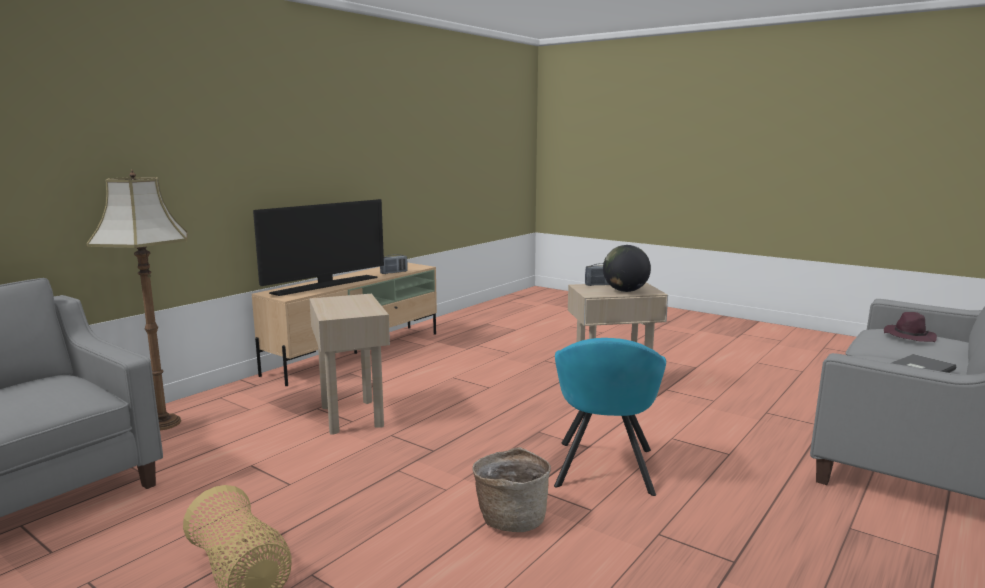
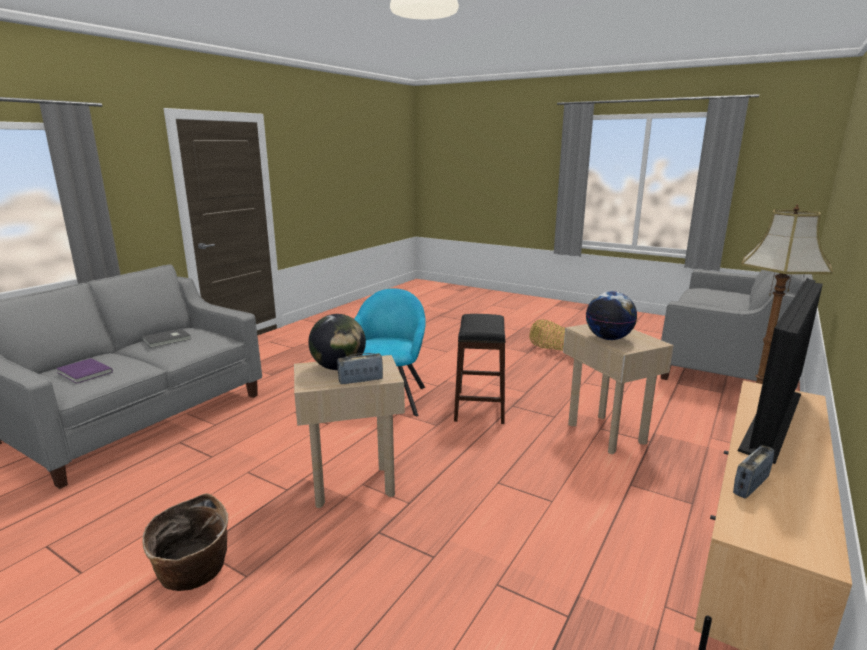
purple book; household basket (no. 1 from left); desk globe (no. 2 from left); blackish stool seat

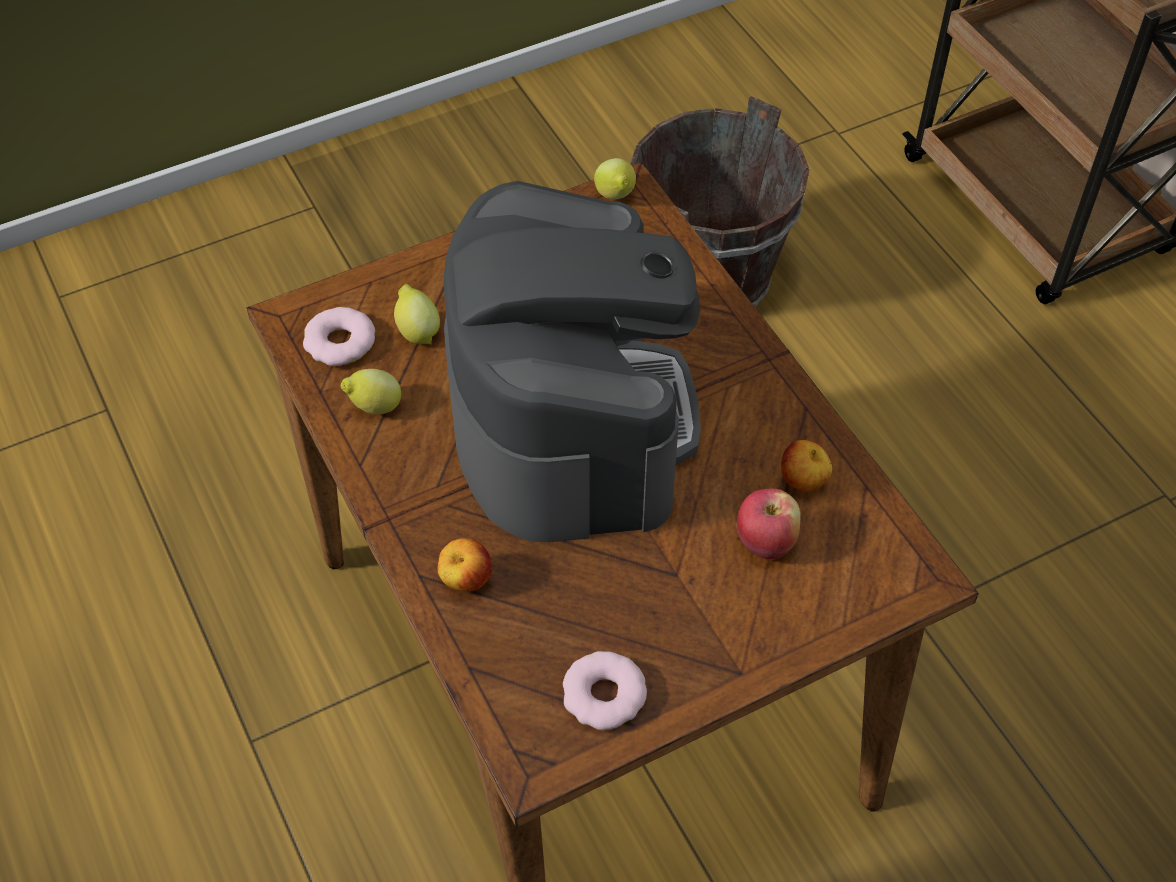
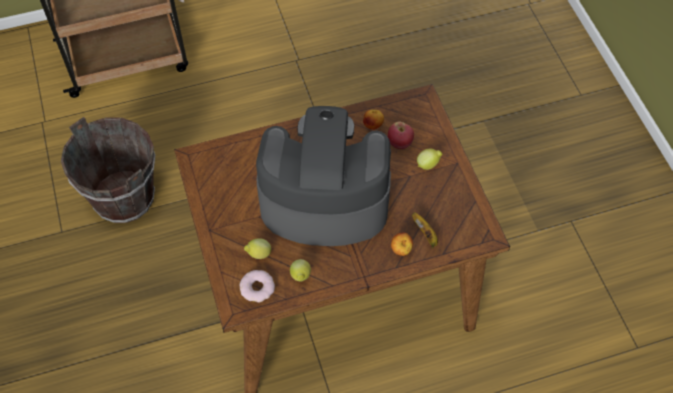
lemon (no. 3 from left); ring doughnut (no. 2 from left in the first image); banana fruit

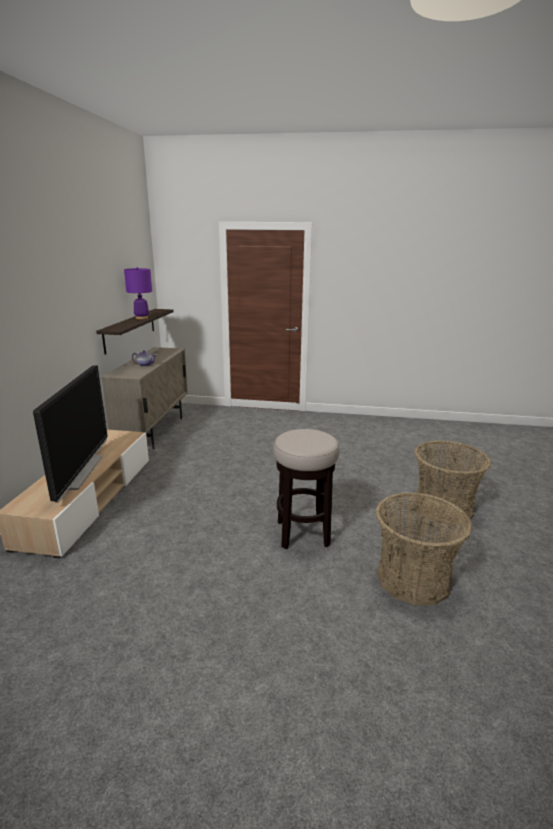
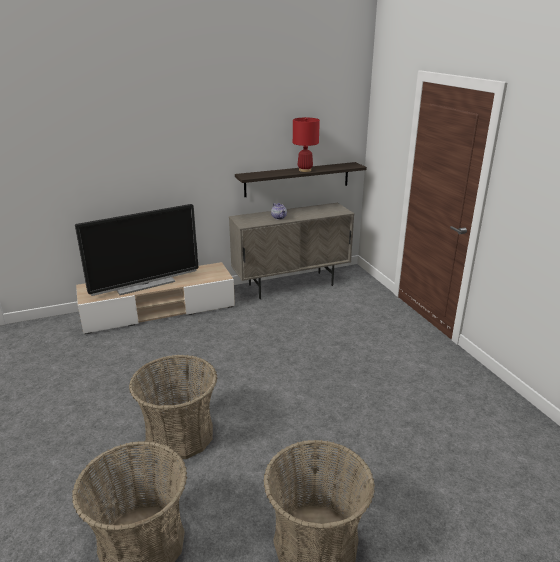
red tabletop lamp; household basket (no. 2 from left)

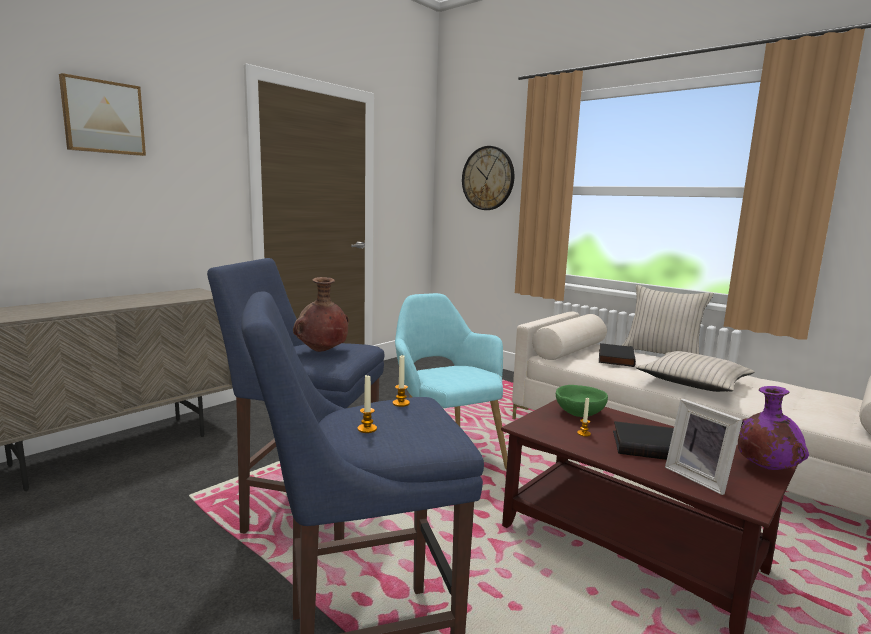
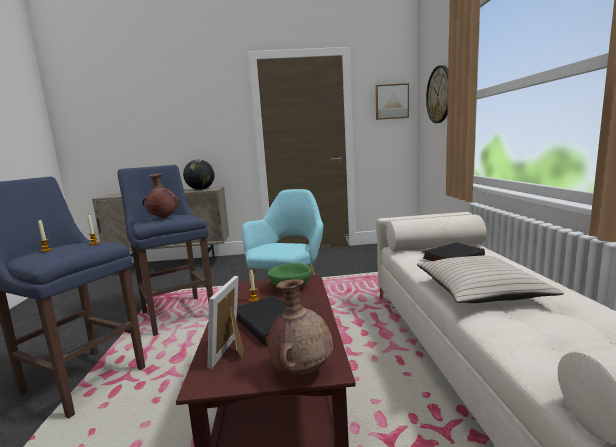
wall picture; beige pillow (no. 1 from left in the first image); brown decorative vase (no. 2 from left); desk globe

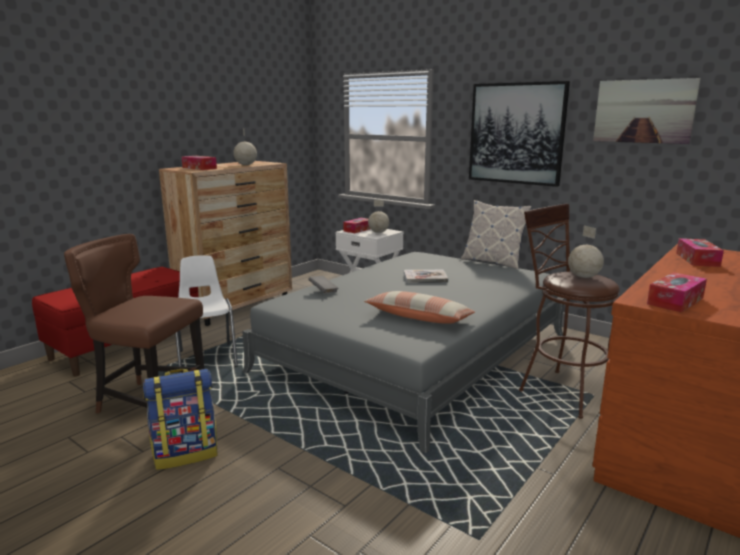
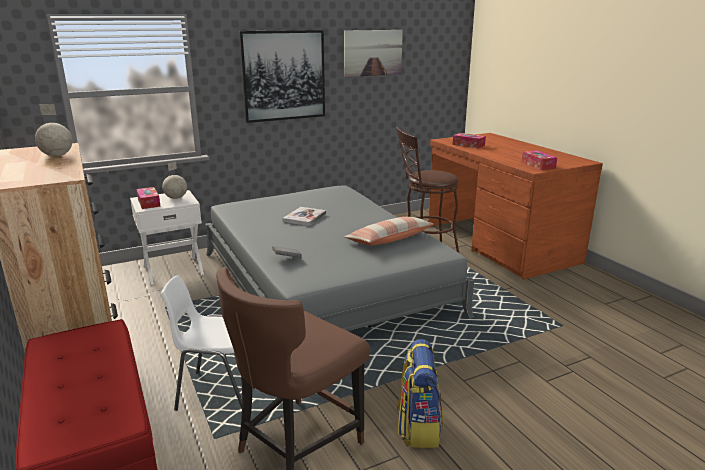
box of tissues (no. 1 from left in the first image); pillow (no. 2 from left in the first image); desk globe (no. 3 from left in the first image)

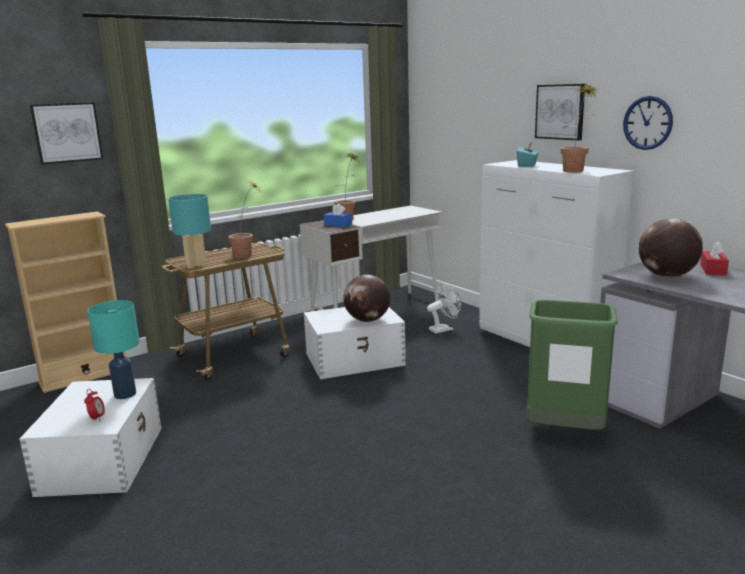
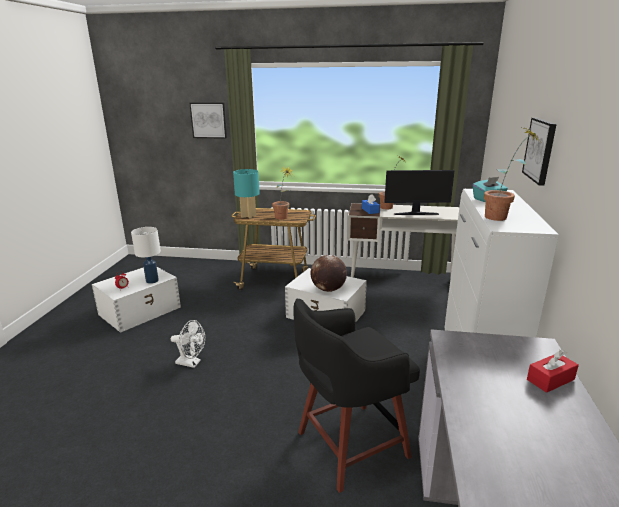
hanging clock; beige bookcase; desk globe (no. 2 from left in the first image); white-coloured fan; white-coloured tabletop lamp; blackish stool seat; computer display

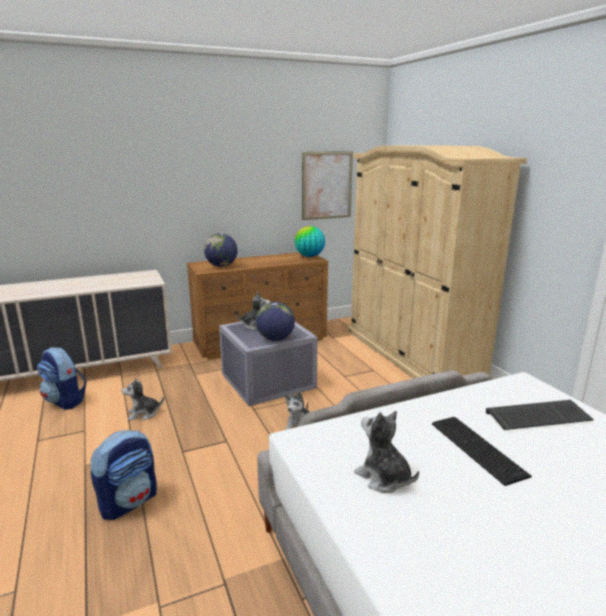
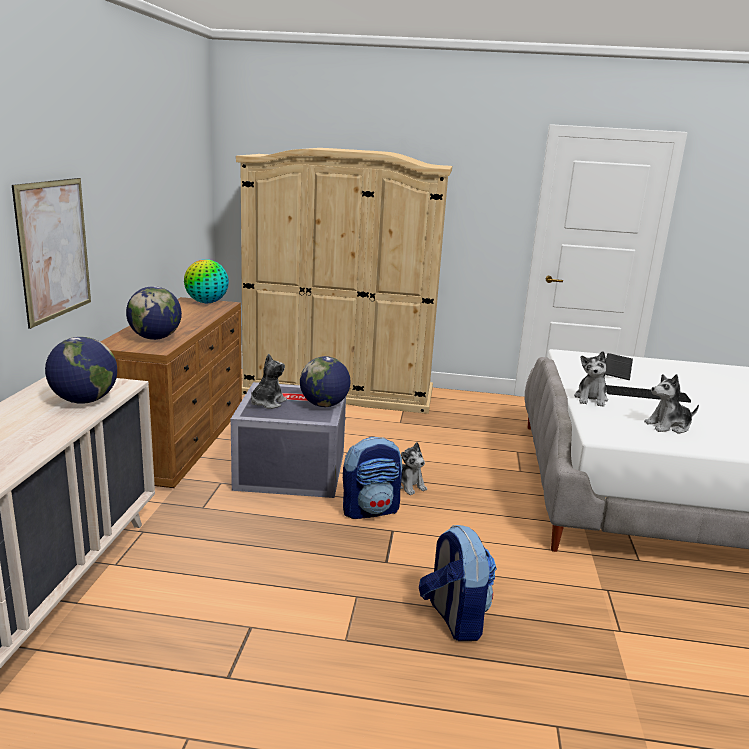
wall picture; rucksack (no. 1 from left); soft toy (no. 3 from left); desk globe (no. 1 from left)

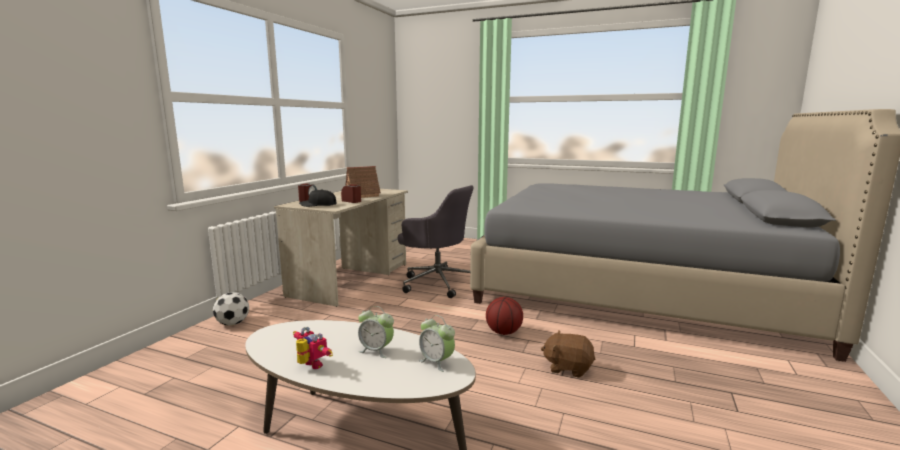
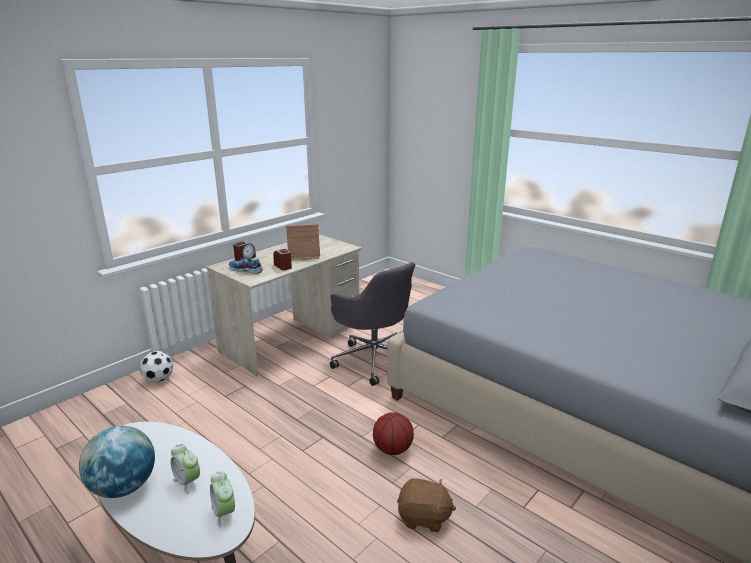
item of footwear; desk globe; brown soft toy

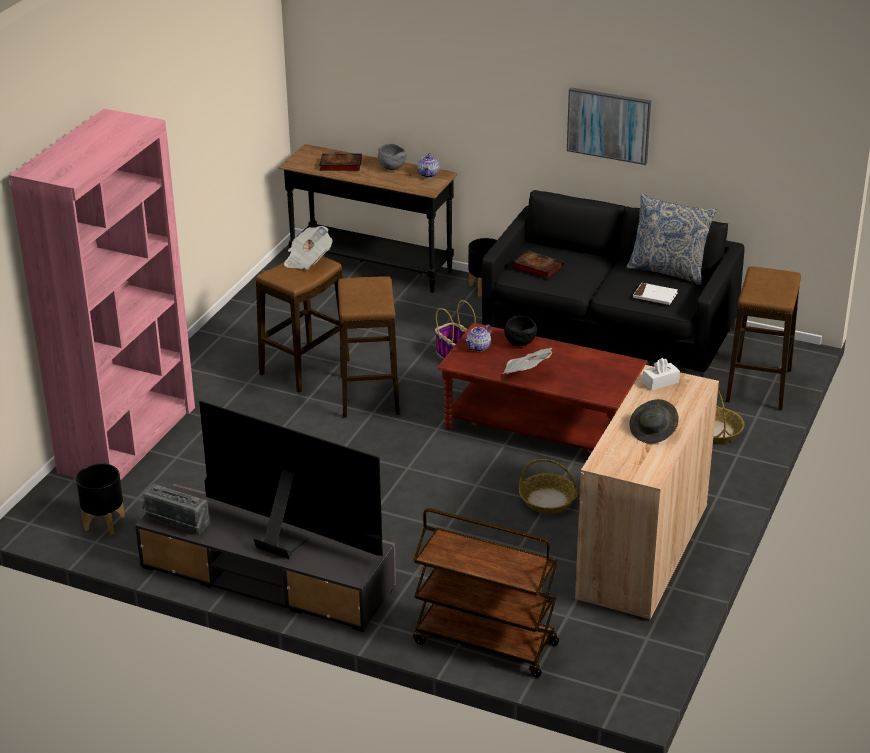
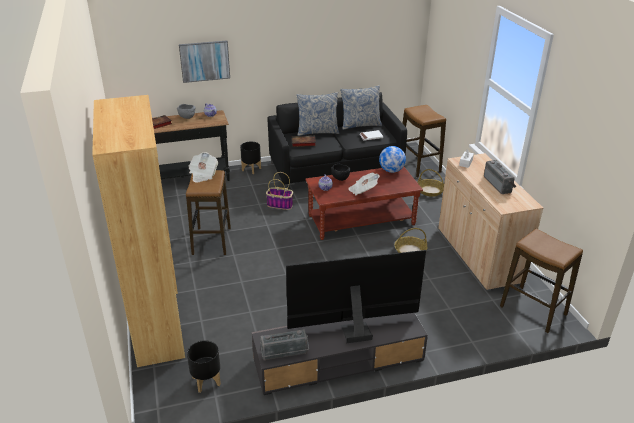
wall picture; brown bookcase; stool seat (no. 3 from left); radio set (no. 2 from left); brown trolley; pillow (no. 1 from left); desk globe

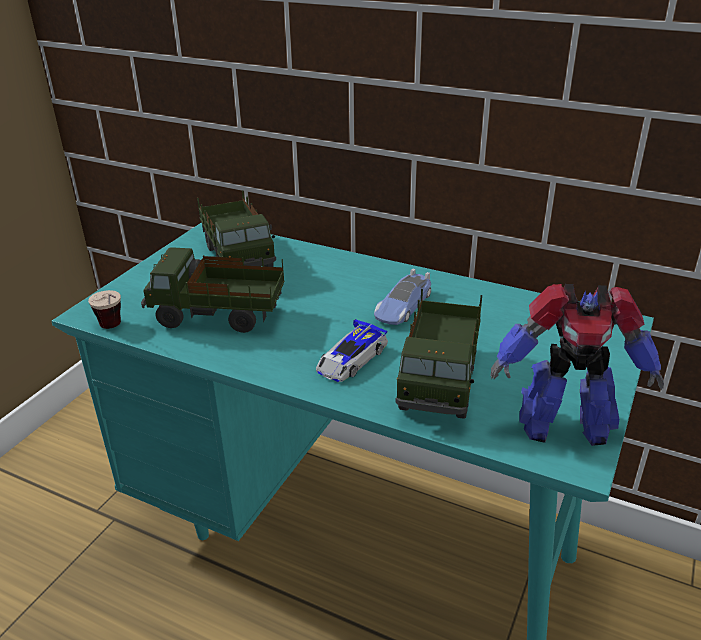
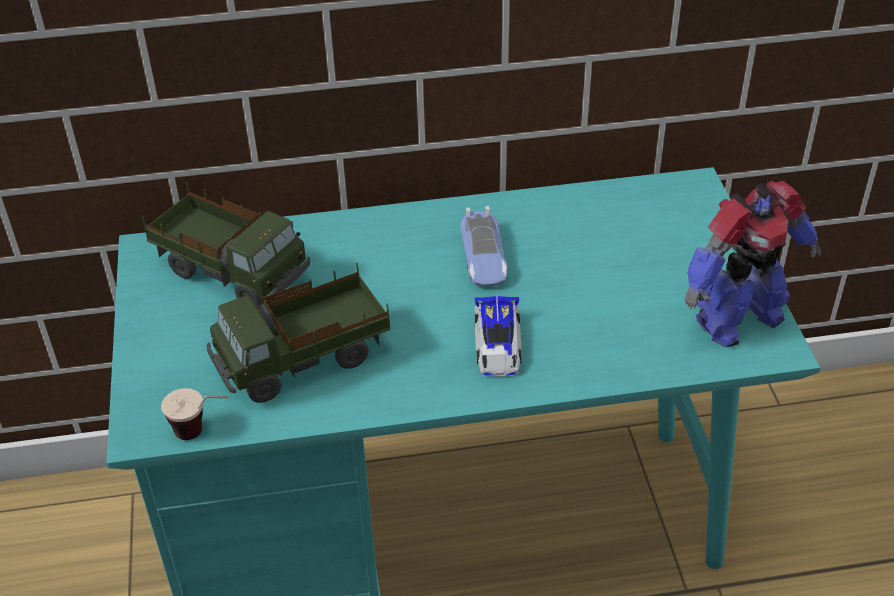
toy truck (no. 3 from left in the first image)

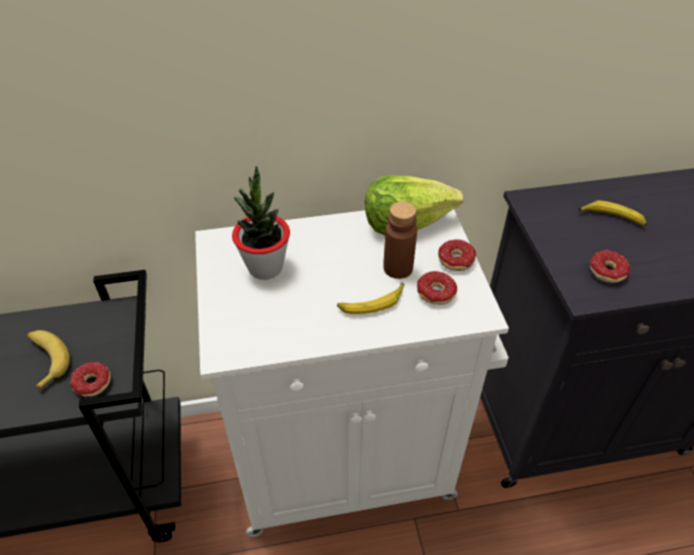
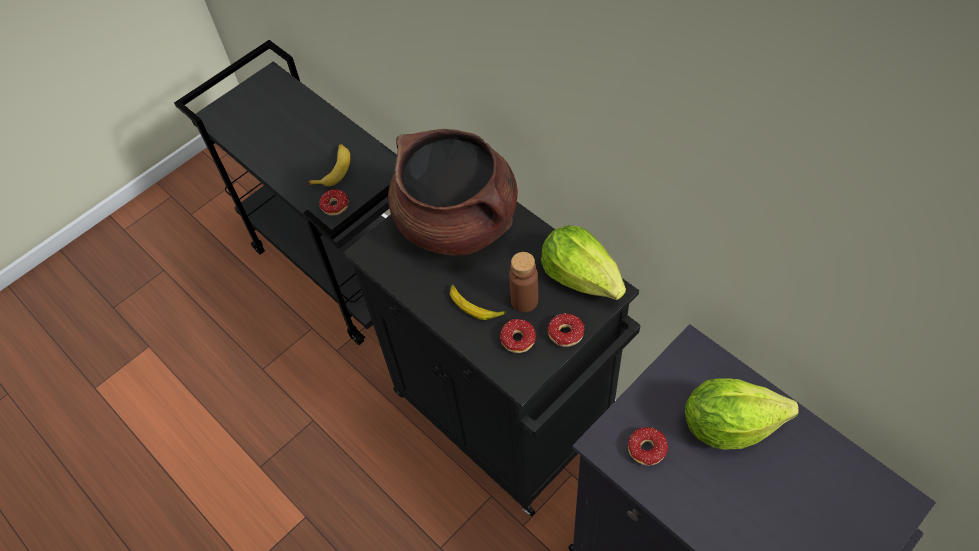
brown stockpot; lettuce (no. 2 from left); blackish cupboard (no. 1 from left)

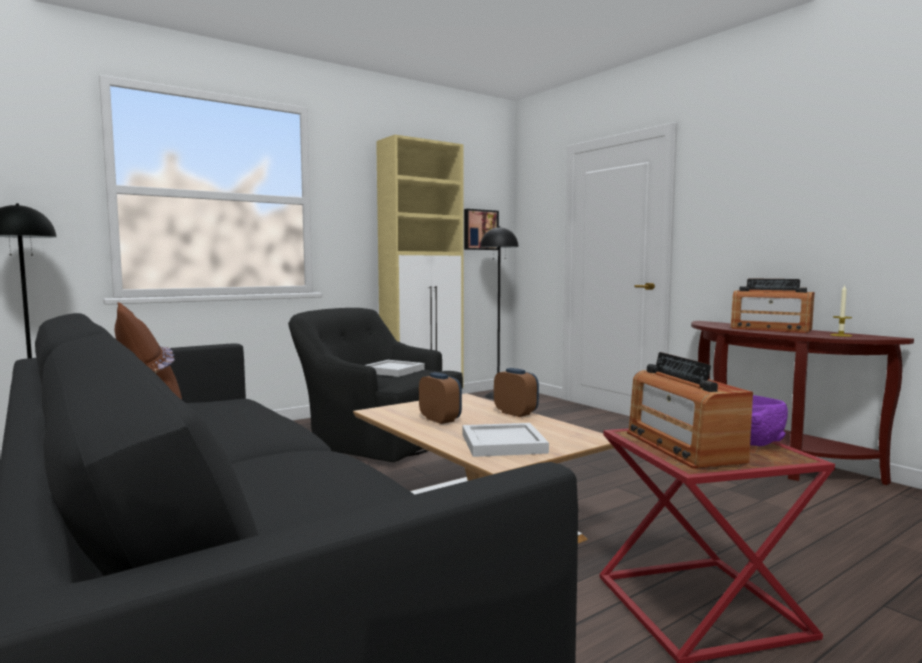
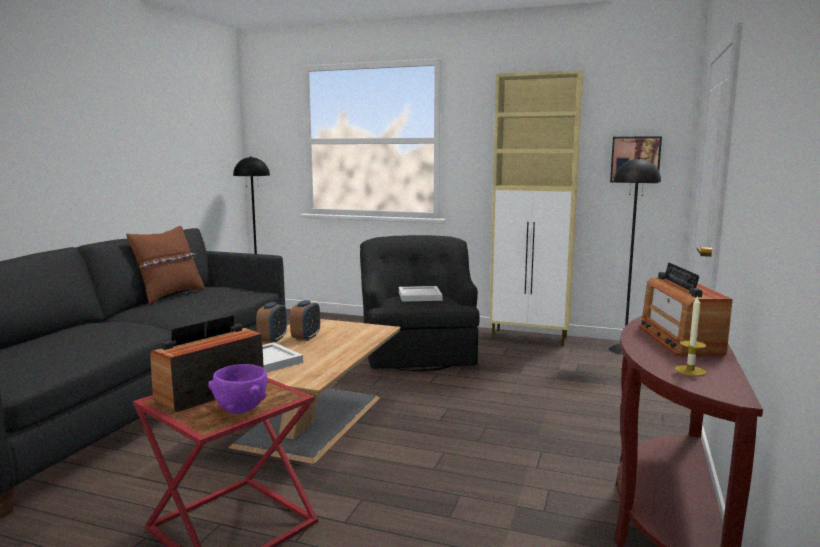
alarm clock (no. 1 from left)

